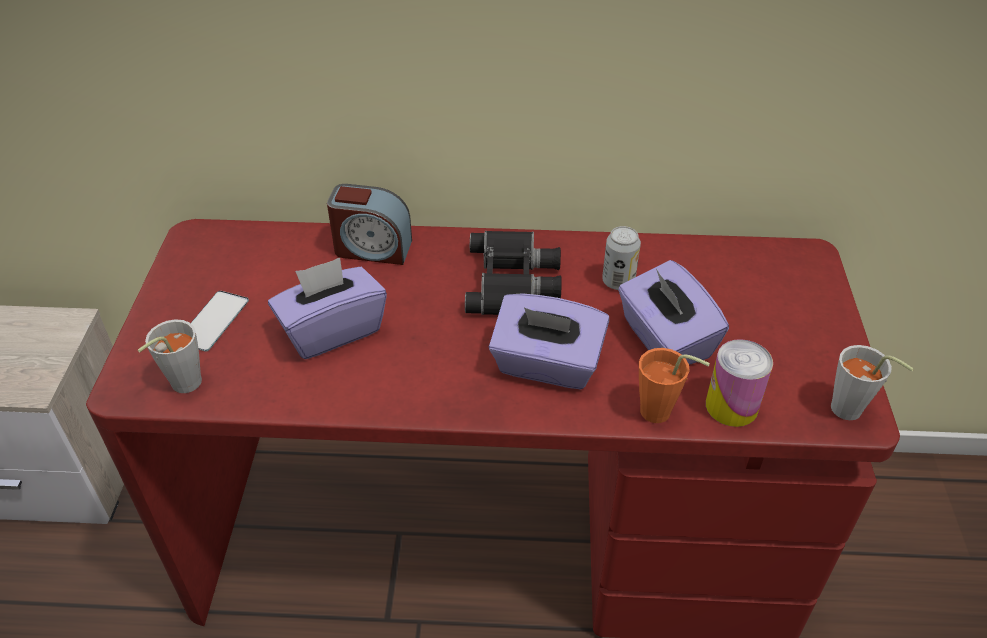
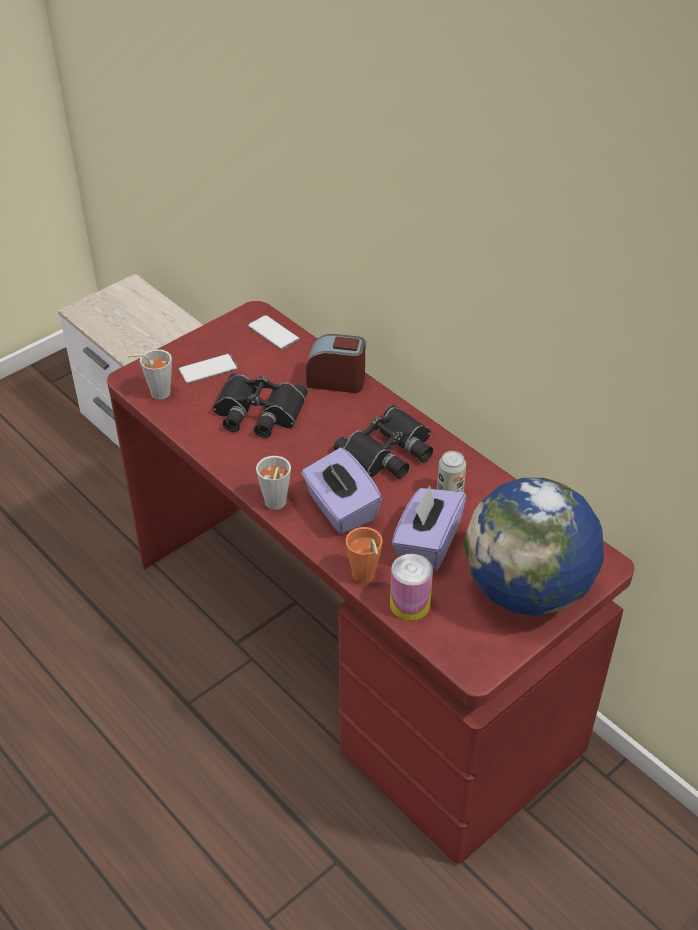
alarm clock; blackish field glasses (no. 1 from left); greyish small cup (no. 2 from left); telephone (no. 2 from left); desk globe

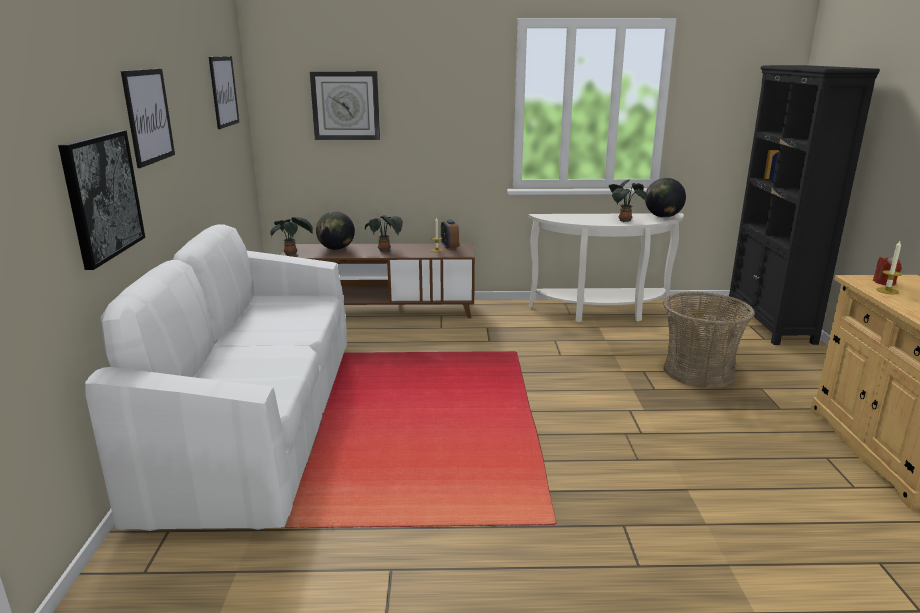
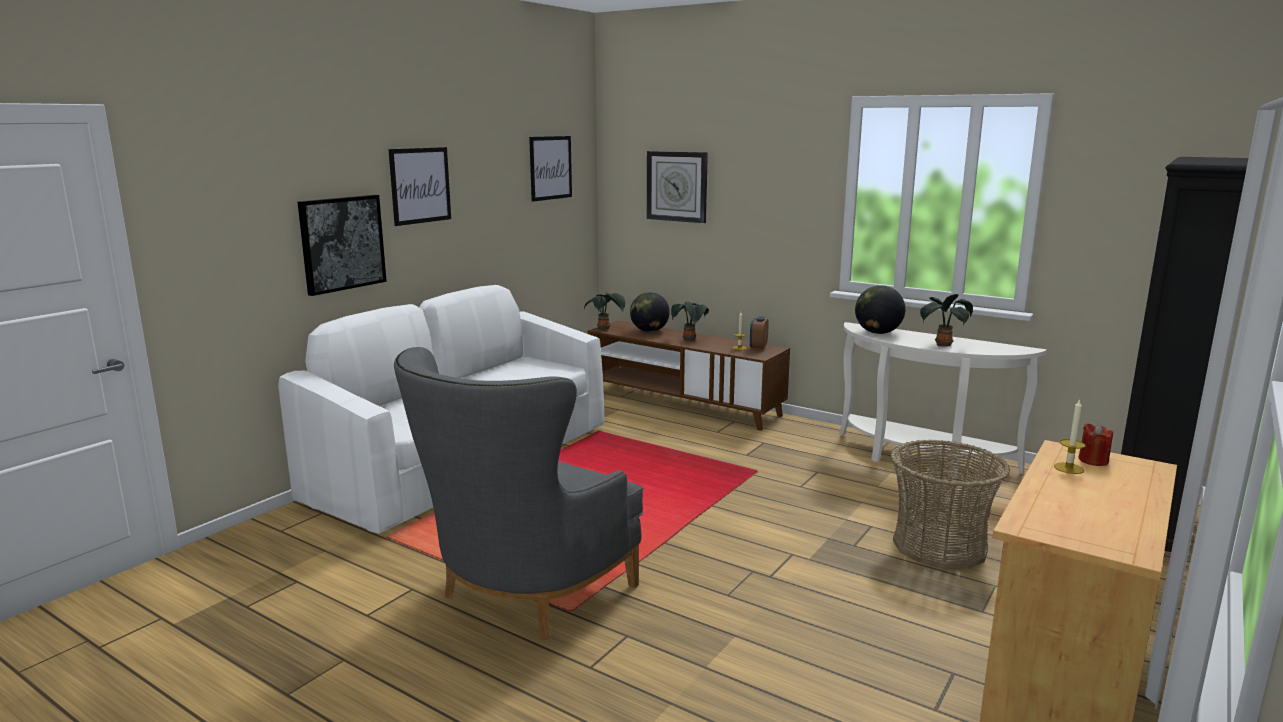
desk globe (no. 2 from left); greyish armchair

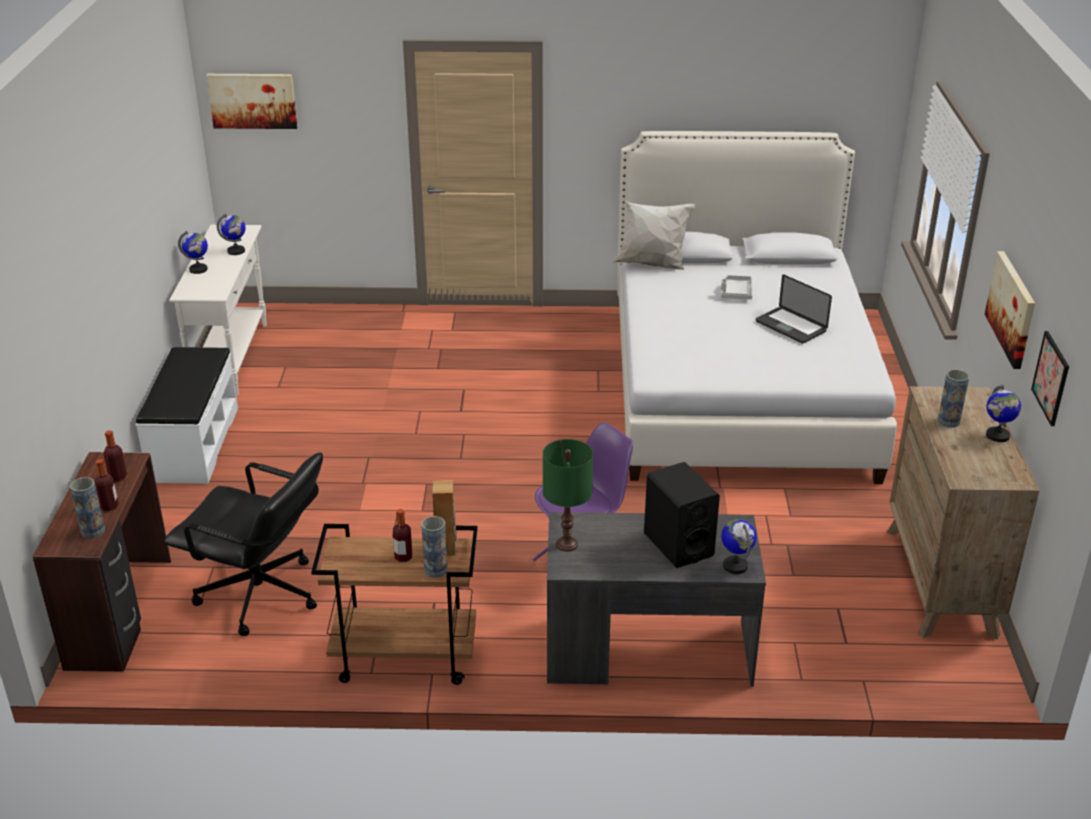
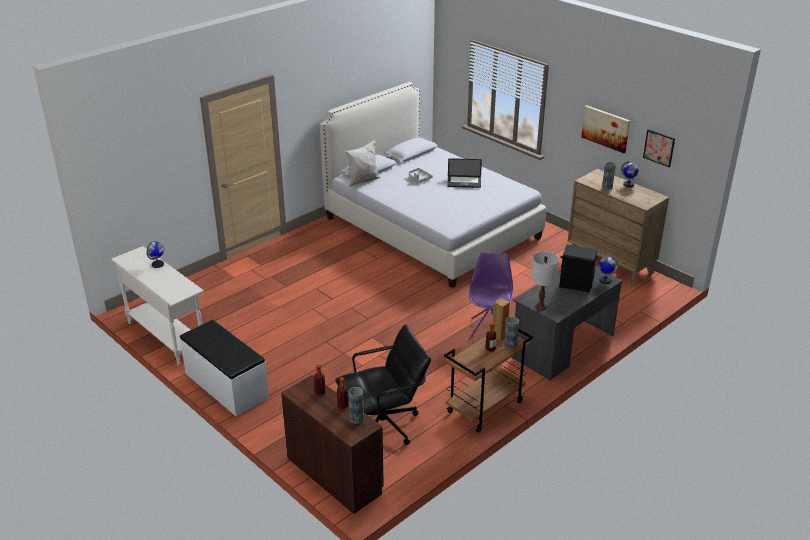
wall picture (no. 1 from left in the first image); desk globe (no. 1 from left in the first image); white-coloured tabletop lamp

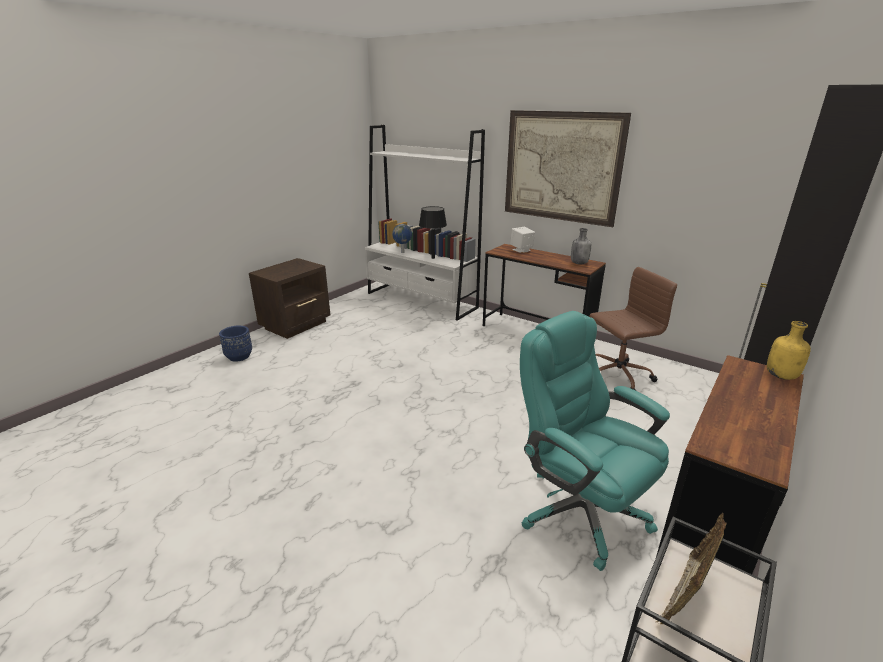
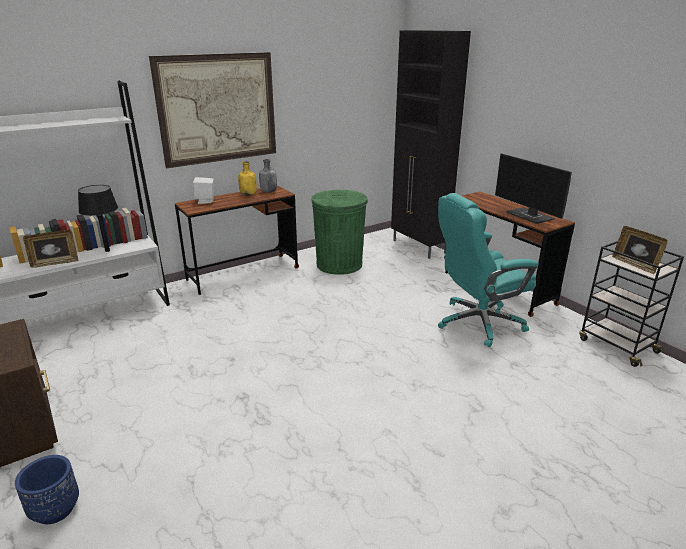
photo frame (no. 1 from left); greenish waste bin; yellow drink bottle; computer display

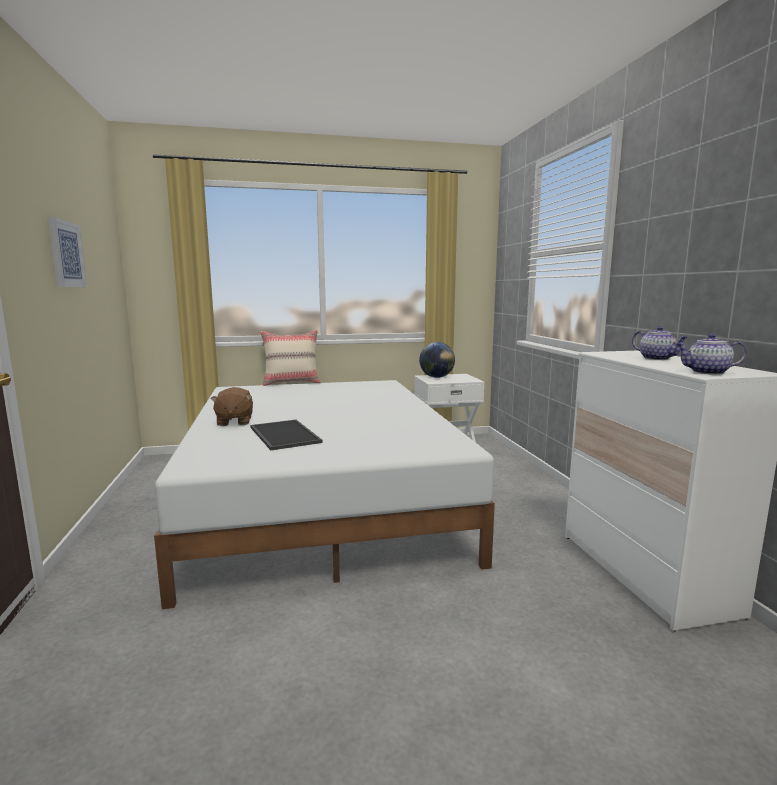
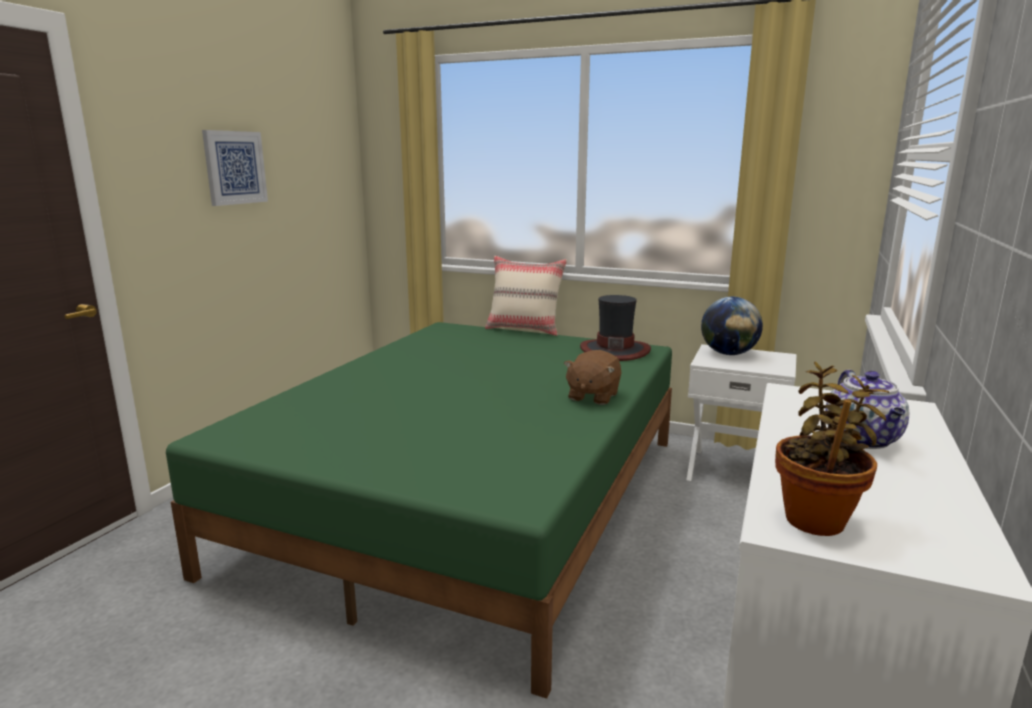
potted plant; greenish bedroom bed; brown soft toy; carrying tray; wearable hat

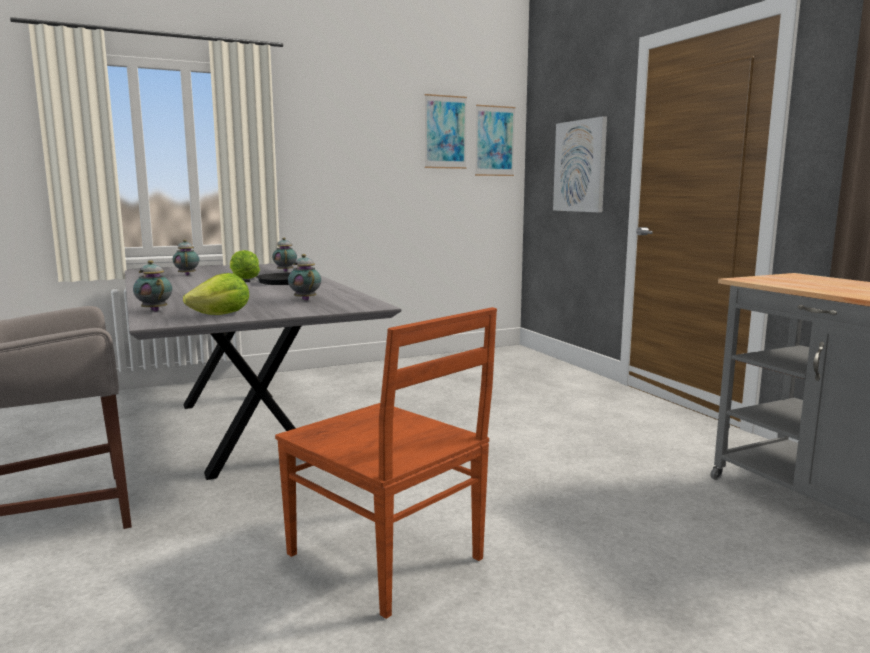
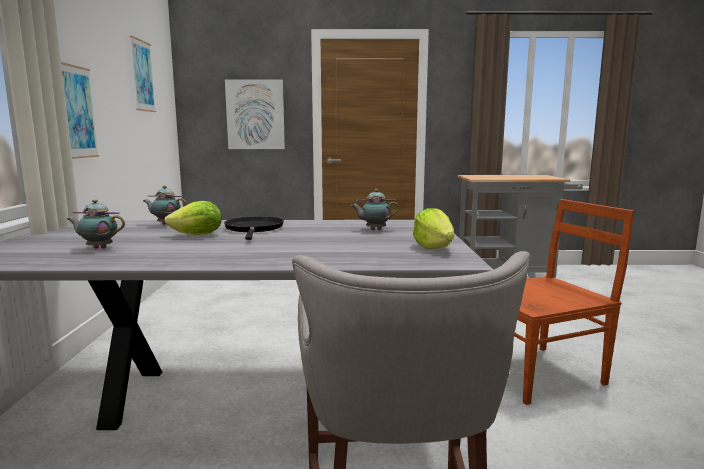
wall picture (no. 1 from left); tea pot (no. 1 from left in the first image)

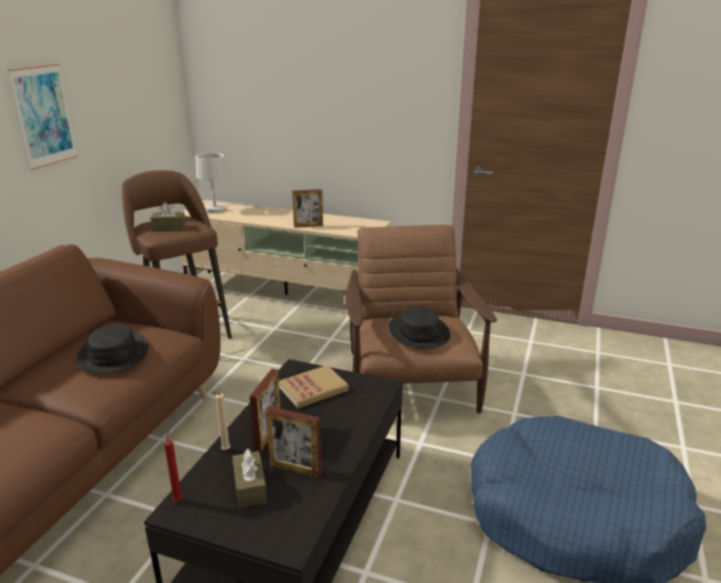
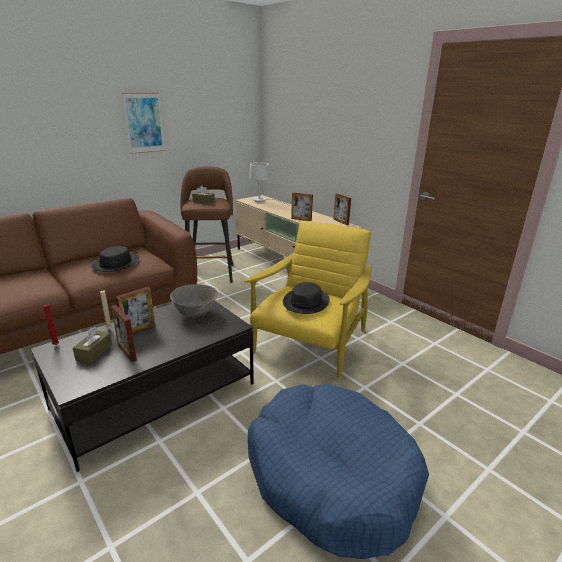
yellow armchair; greyish serving bowl; photo frame (no. 4 from left)

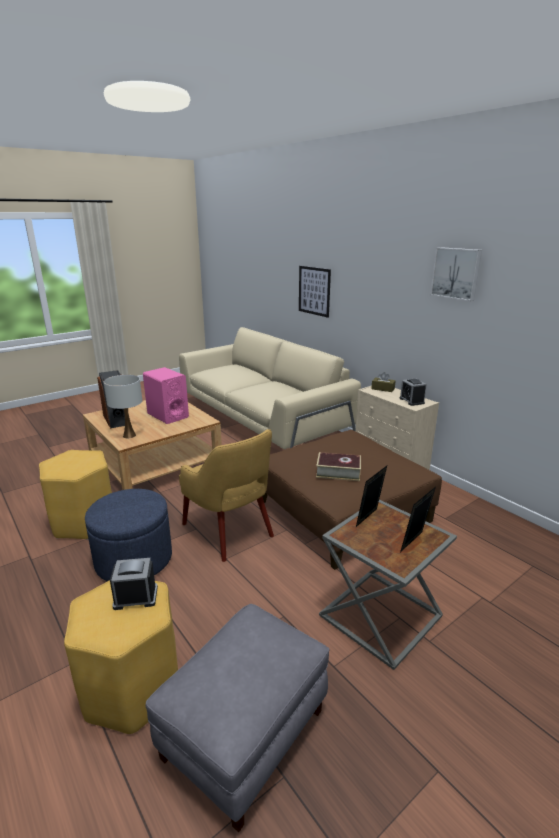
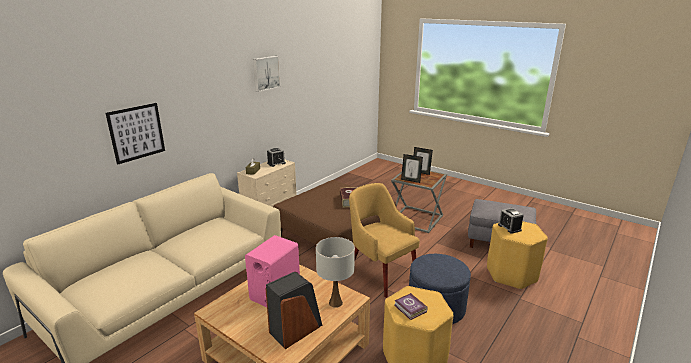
yellow armchair; book (no. 2 from left)

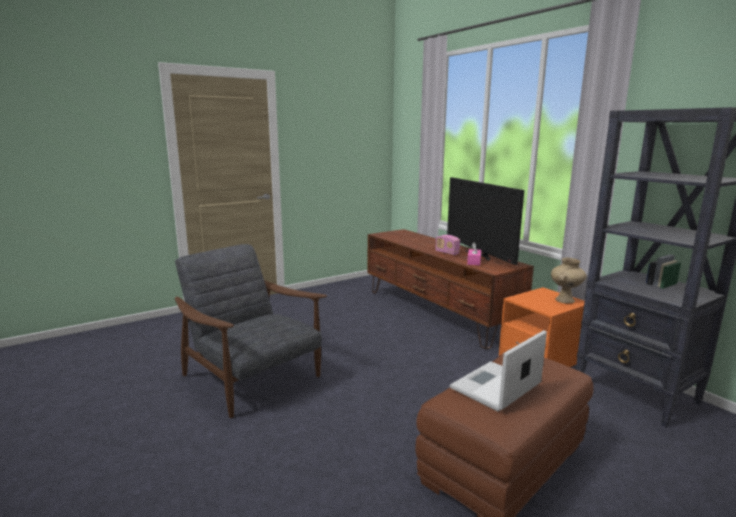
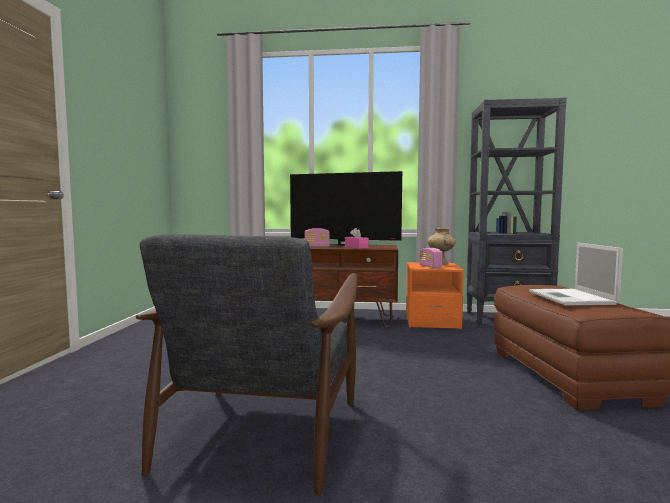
greyish armchair; radio set (no. 2 from left)

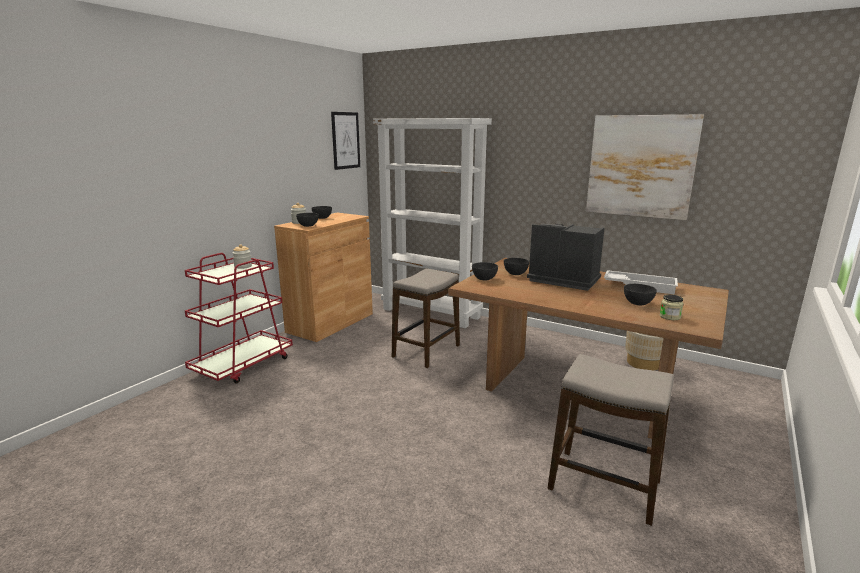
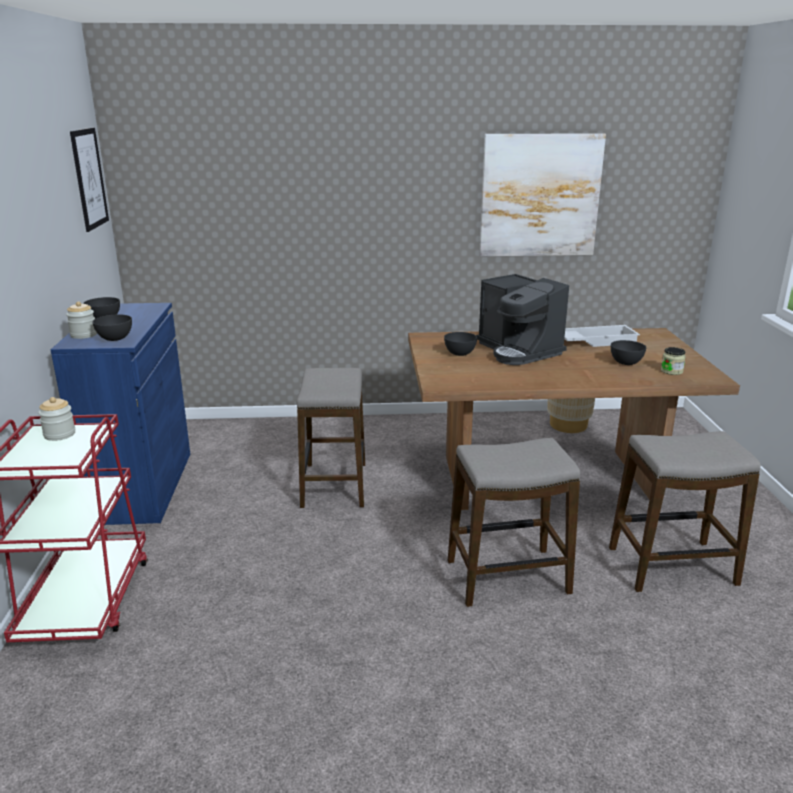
white-coloured bookcase; bluish cupboard; coffee brewer; greyish serving bowl (no. 3 from left in the first image); stool seat (no. 2 from left)

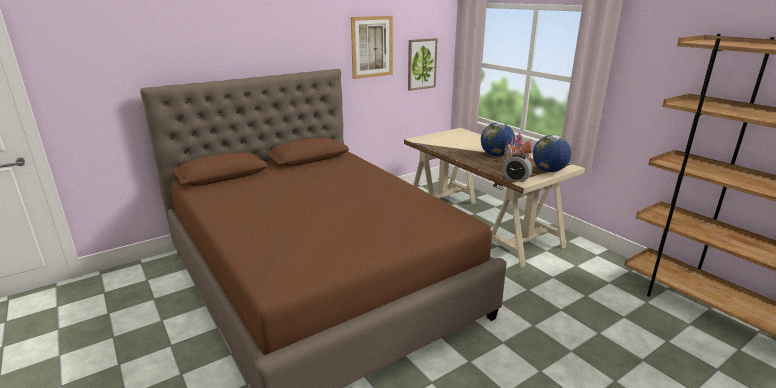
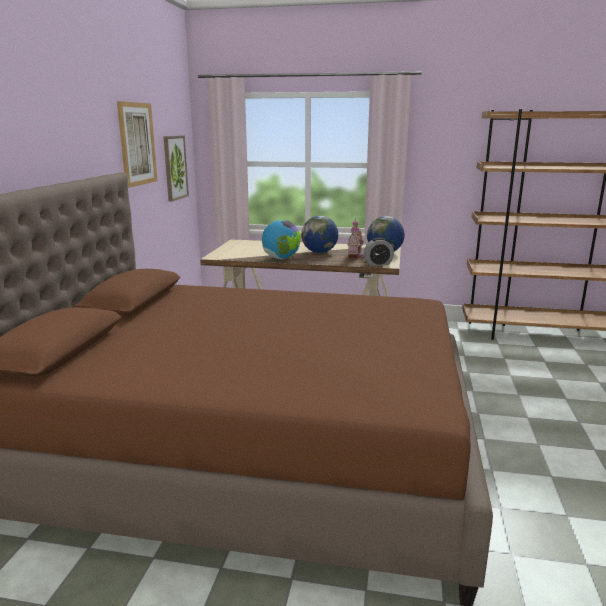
desk globe (no. 1 from left)

